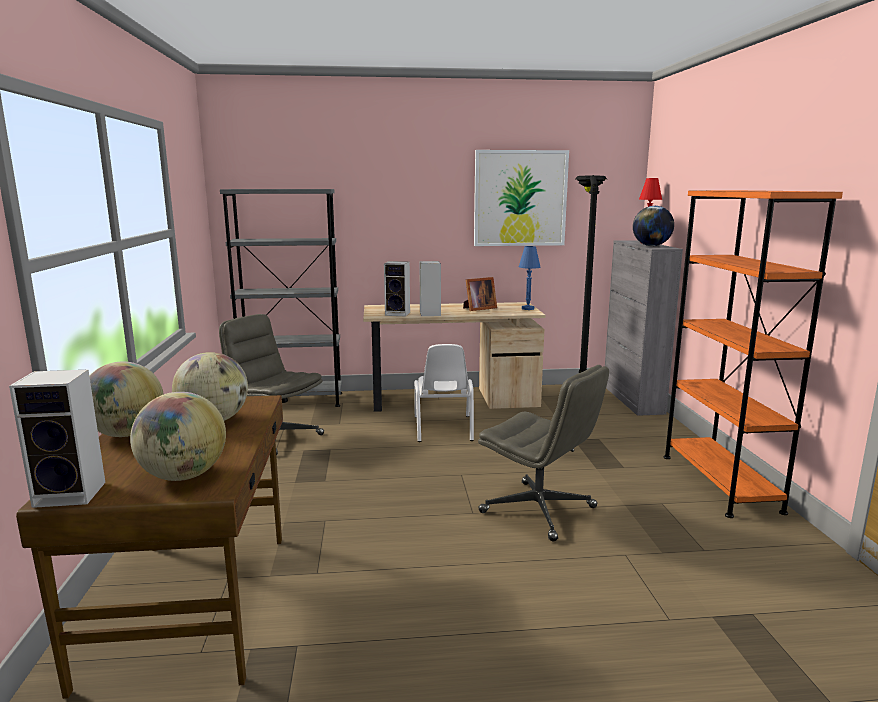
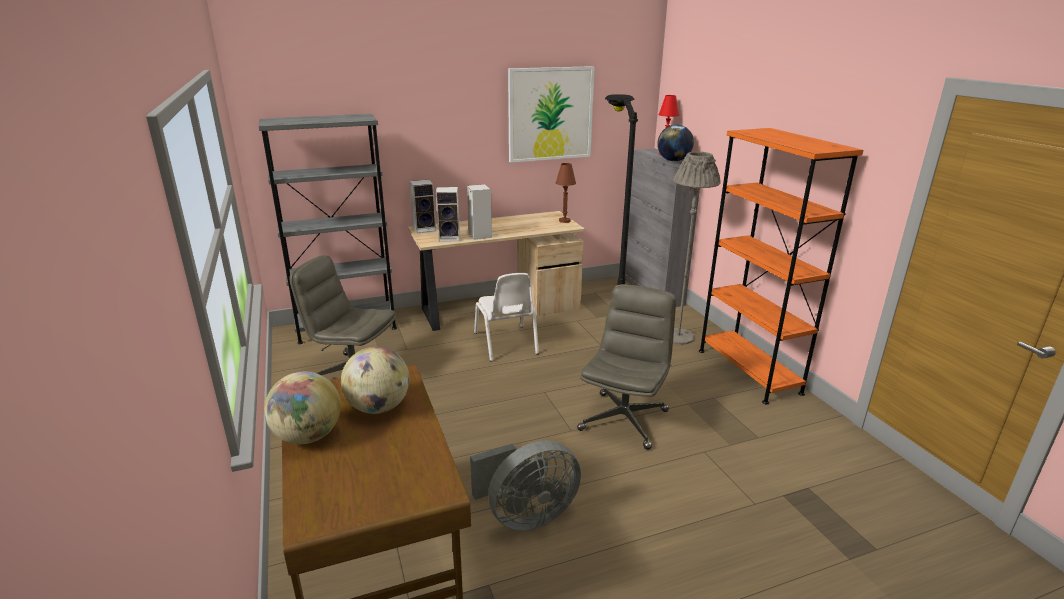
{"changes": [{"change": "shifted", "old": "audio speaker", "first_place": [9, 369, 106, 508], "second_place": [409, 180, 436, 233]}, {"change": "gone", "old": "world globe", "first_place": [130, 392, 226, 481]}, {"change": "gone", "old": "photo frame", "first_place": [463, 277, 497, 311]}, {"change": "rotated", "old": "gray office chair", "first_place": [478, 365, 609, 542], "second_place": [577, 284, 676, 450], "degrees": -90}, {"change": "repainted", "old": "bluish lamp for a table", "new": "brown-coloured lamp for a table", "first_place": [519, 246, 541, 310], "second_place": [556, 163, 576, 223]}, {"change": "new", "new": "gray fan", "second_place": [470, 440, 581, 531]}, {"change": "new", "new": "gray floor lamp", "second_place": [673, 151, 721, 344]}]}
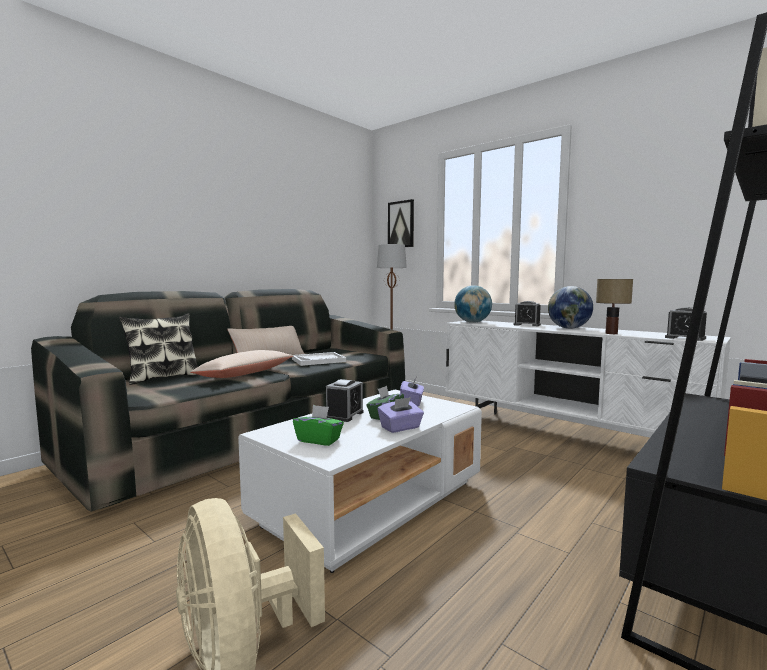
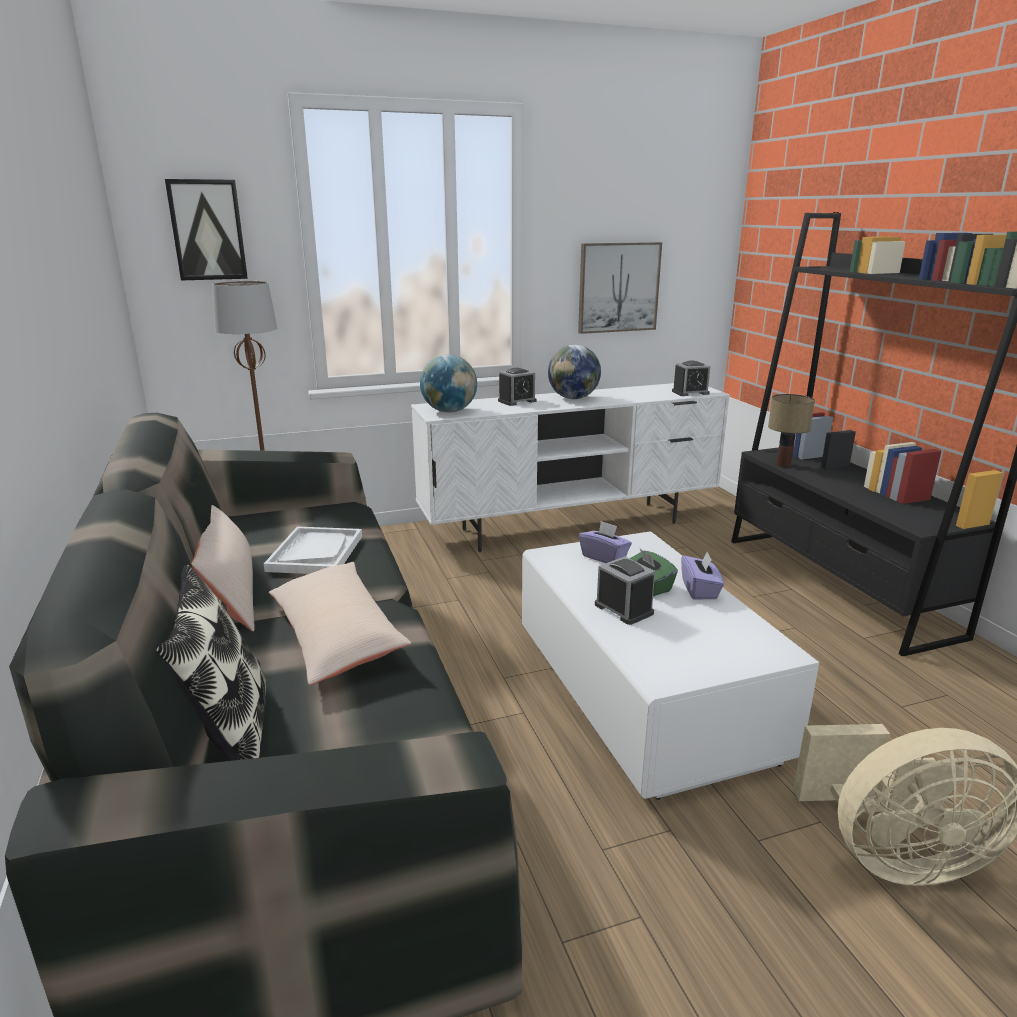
{"changes": [{"change": "gone", "old": "green box of tissues", "first_place": [293, 405, 344, 446]}, {"change": "shifted", "old": "lamp for a table", "first_place": [596, 279, 633, 334], "second_place": [768, 394, 815, 467]}, {"change": "new", "new": "wall picture", "second_place": [578, 242, 662, 334]}]}
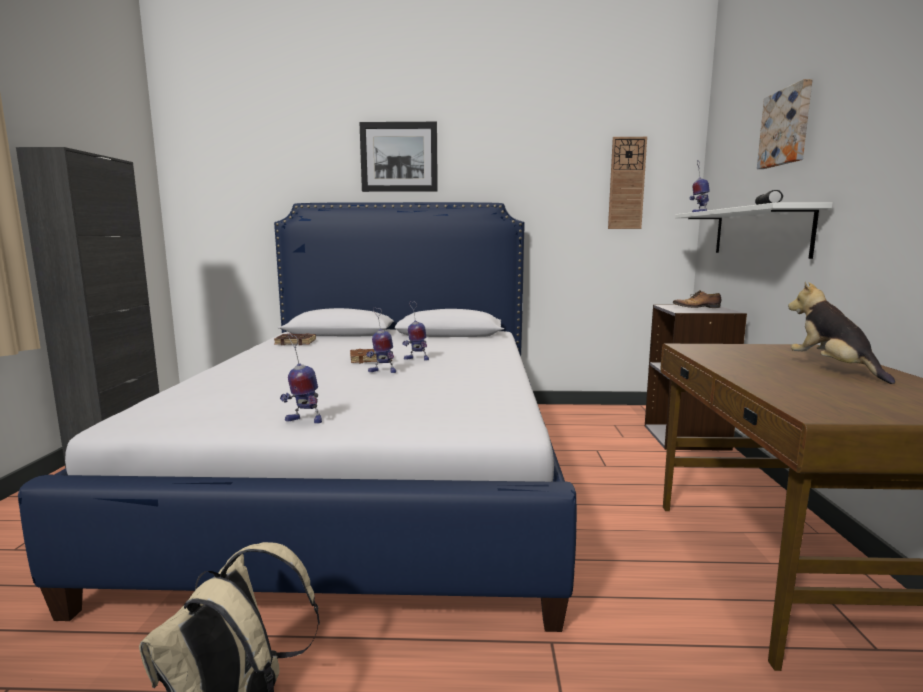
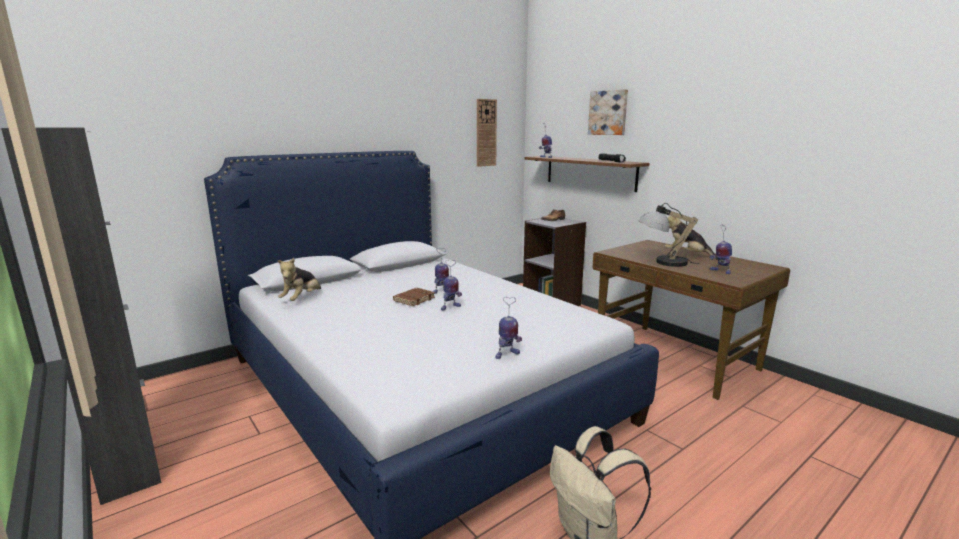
{"changes": [{"change": "swapped", "old": "brown-coloured bound book", "new": "plush toy", "first_place": [274, 333, 316, 345], "second_place": [278, 258, 321, 301]}, {"change": "gone", "old": "wall picture", "first_place": [359, 122, 438, 192]}, {"change": "repainted", "old": "white-coloured shelf", "new": "brown-coloured shelf", "first_place": [675, 203, 833, 259], "second_place": [524, 156, 650, 192]}, {"change": "new", "new": "lamp for a table", "second_place": [639, 203, 699, 267]}, {"change": "new", "new": "model robot", "second_place": [709, 224, 732, 274]}]}
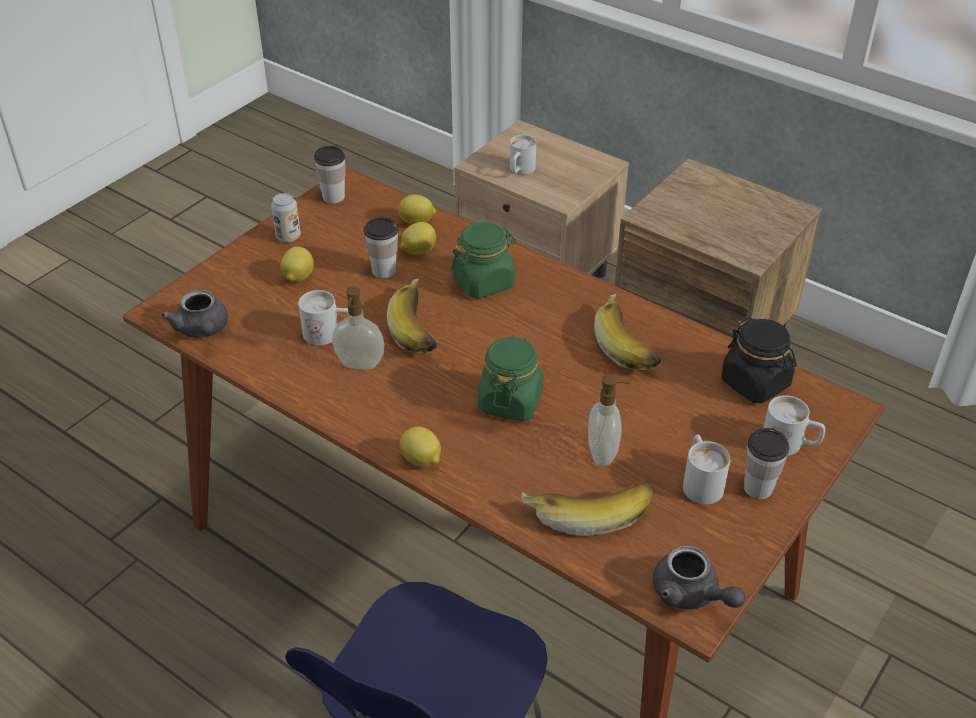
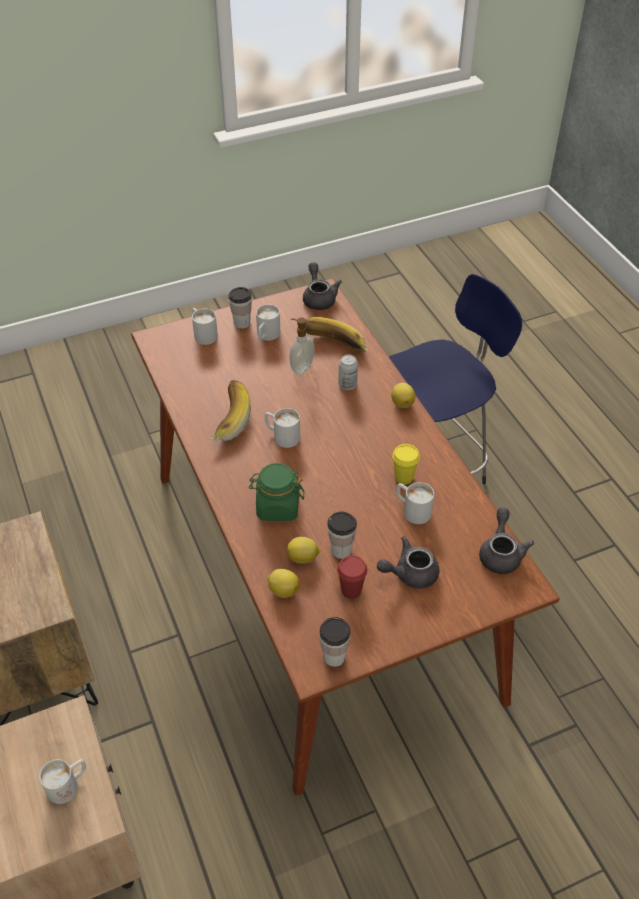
{"changes": [{"change": "shifted", "old": "sealed can", "first_place": [271, 193, 301, 242], "second_place": [338, 354, 358, 390]}, {"change": "swapped", "old": "whole lemon", "new": "gray pot for tea", "first_place": [280, 246, 314, 282], "second_place": [377, 536, 439, 589]}, {"change": "swapped", "old": "soap bottle", "new": "yellow-coloured cup", "first_place": [332, 286, 384, 370], "second_place": [392, 444, 420, 485]}, {"change": "gone", "old": "banana fruit", "first_place": [387, 279, 437, 354]}, {"change": "gone", "old": "green preserve jar", "first_place": [478, 335, 543, 421]}, {"change": "gone", "old": "black-coloured preserve jar", "first_place": [721, 317, 797, 404]}, {"change": "new", "new": "white-coloured coffee mug", "second_place": [265, 408, 300, 448]}, {"change": "new", "new": "red cup", "second_place": [337, 555, 367, 599]}]}
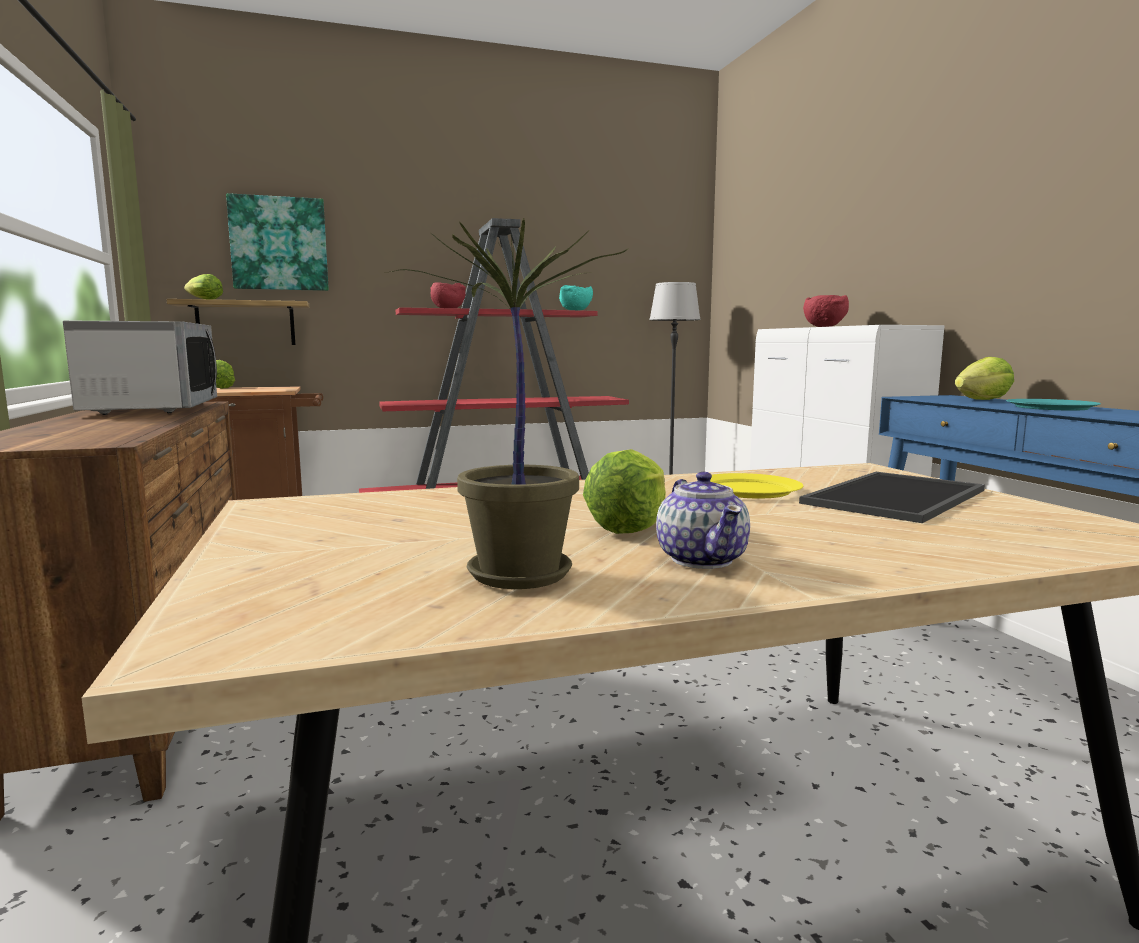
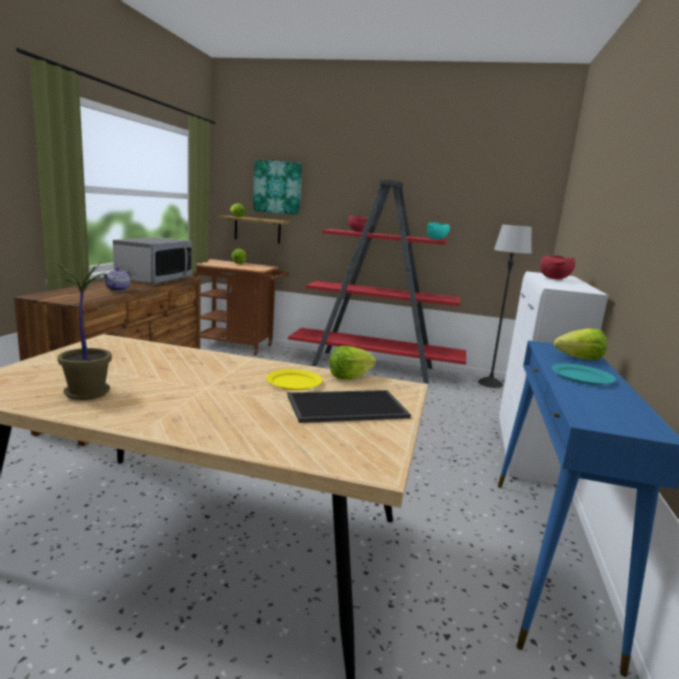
{"changes": [{"change": "shifted", "old": "lettuce", "first_place": [583, 449, 666, 534], "second_place": [329, 346, 376, 380]}, {"change": "shifted", "old": "pot for tea", "first_place": [656, 472, 750, 569], "second_place": [103, 267, 131, 291]}]}
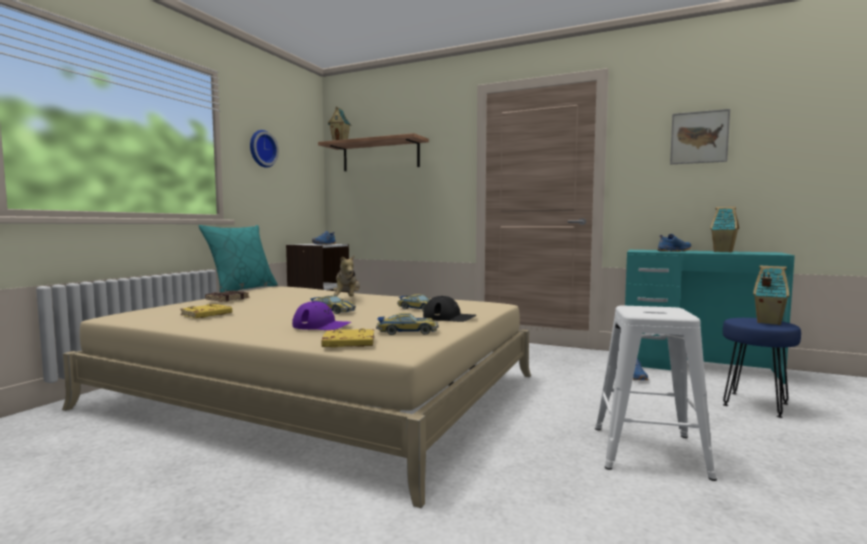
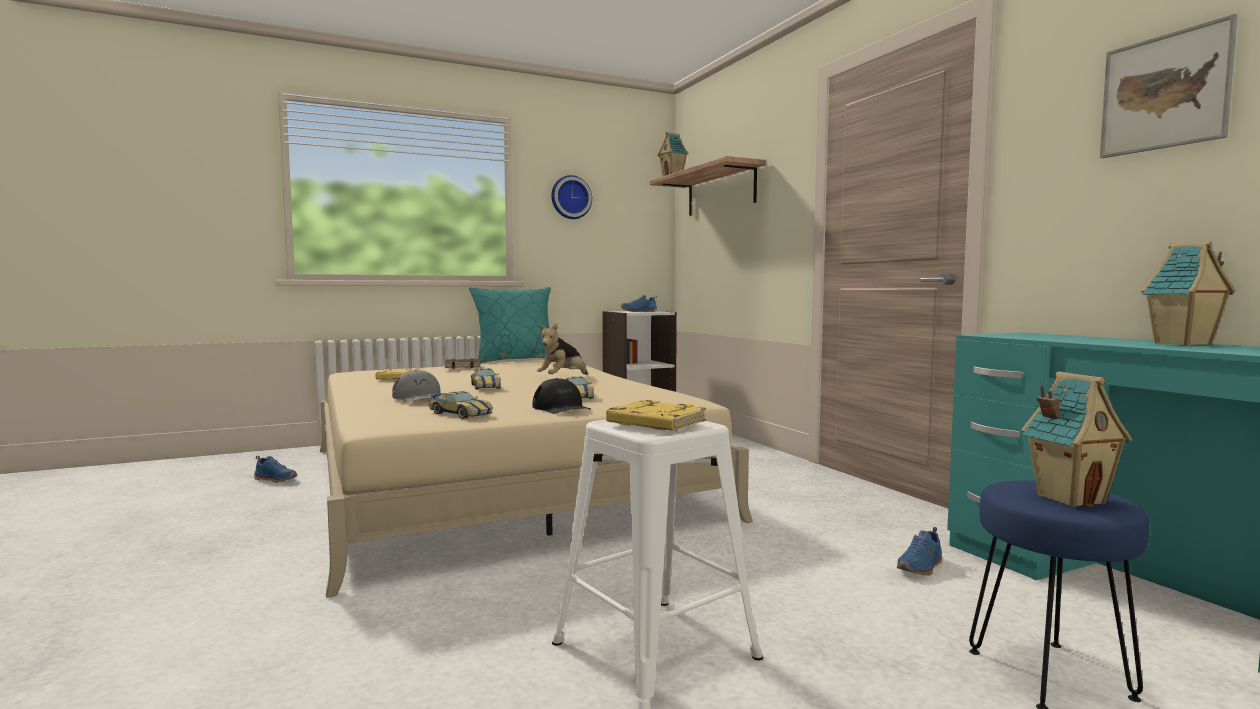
{"changes": [{"change": "repainted", "old": "purple-coloured peaked cap", "new": "gray peaked cap", "first_place": [292, 301, 351, 330], "second_place": [392, 370, 441, 402]}, {"change": "shifted", "old": "yellow-coloured bound book", "first_place": [321, 328, 374, 347], "second_place": [606, 400, 706, 431]}, {"change": "shifted", "old": "bluish item of footwear", "first_place": [657, 234, 691, 251], "second_place": [253, 456, 297, 483]}]}
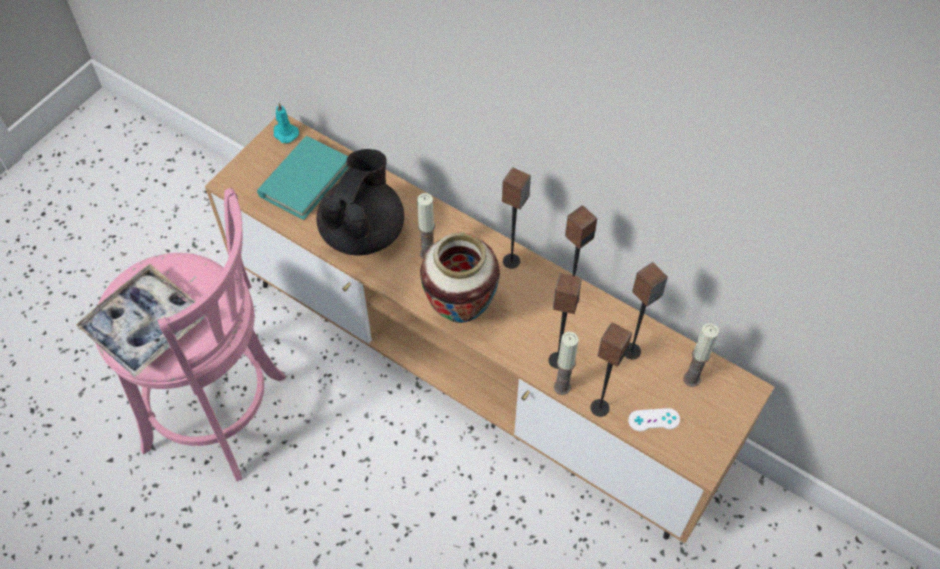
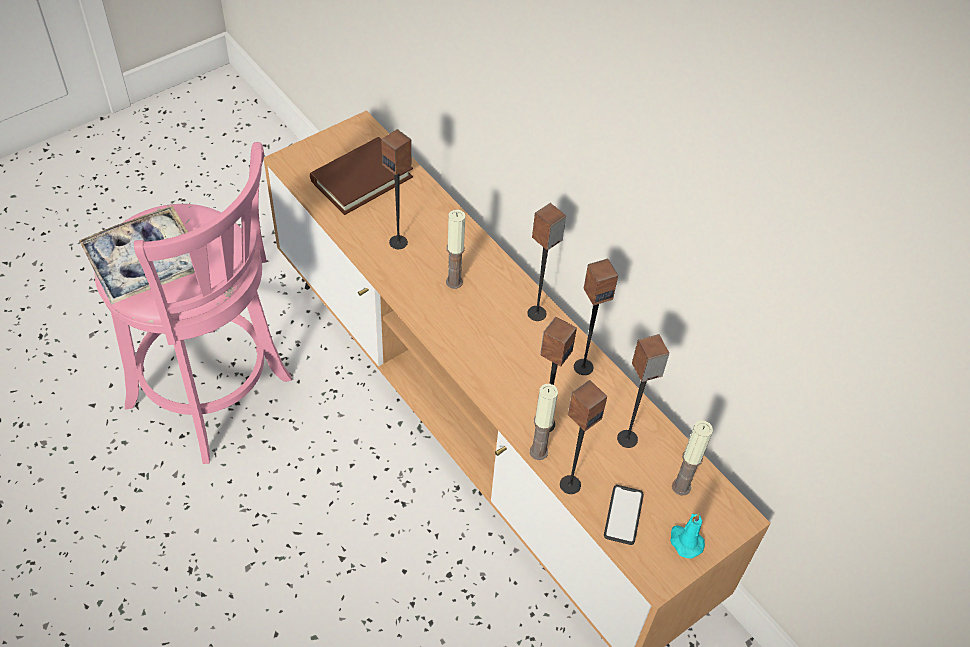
{"changes": [{"change": "repainted", "old": "blue-green bound book", "new": "brown-coloured bound book", "first_place": [257, 136, 348, 220], "second_place": [310, 137, 413, 215]}, {"change": "shifted", "old": "blue-green wax light", "first_place": [273, 103, 299, 143], "second_place": [670, 513, 705, 558]}, {"change": "swapped", "old": "black-coloured pot for tea", "new": "audio speaker", "first_place": [316, 149, 404, 255], "second_place": [381, 129, 412, 249]}, {"change": "gone", "old": "decorative vase", "first_place": [420, 232, 500, 323]}, {"change": "swapped", "old": "white-coloured gamepad", "new": "handset", "first_place": [628, 408, 680, 431], "second_place": [604, 485, 644, 545]}]}
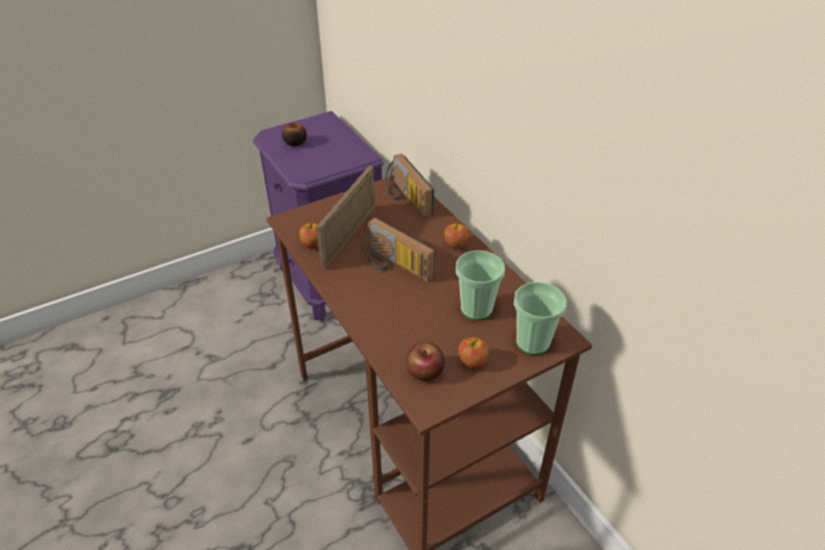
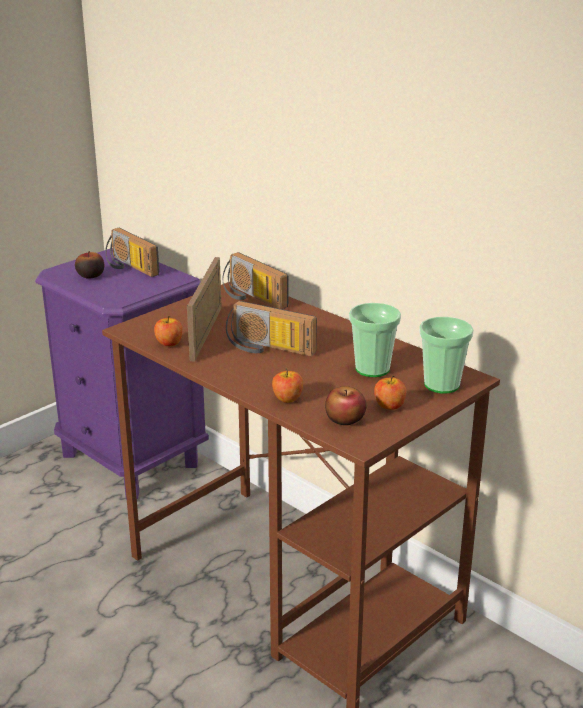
{"changes": [{"change": "shifted", "old": "apple fruit", "first_place": [444, 222, 469, 249], "second_place": [272, 367, 303, 403]}, {"change": "new", "new": "radio", "second_place": [105, 228, 159, 277]}]}
